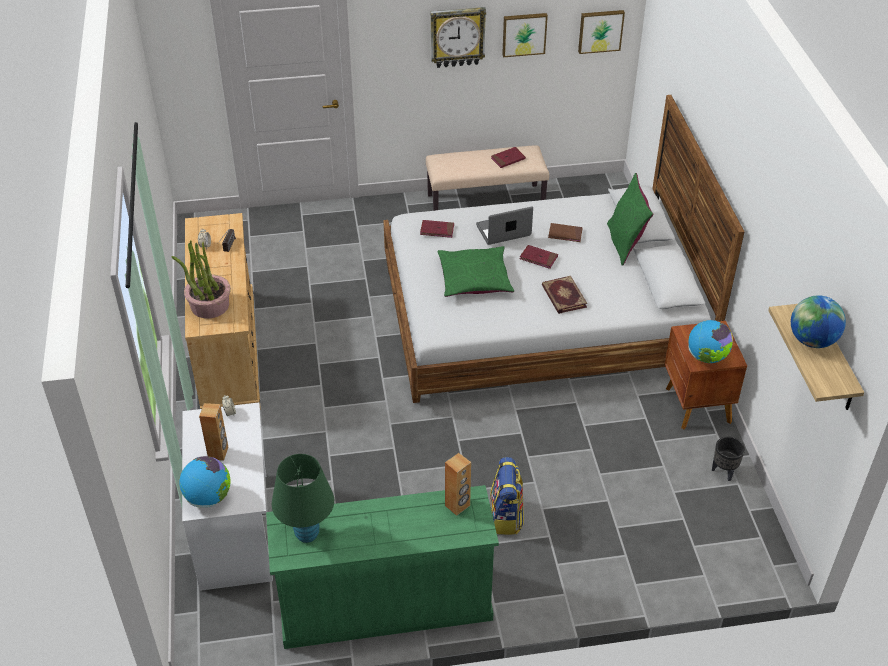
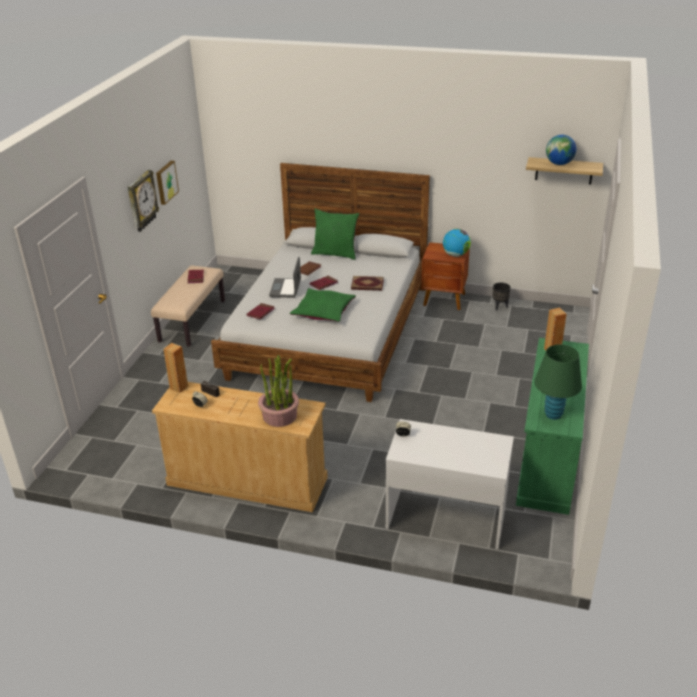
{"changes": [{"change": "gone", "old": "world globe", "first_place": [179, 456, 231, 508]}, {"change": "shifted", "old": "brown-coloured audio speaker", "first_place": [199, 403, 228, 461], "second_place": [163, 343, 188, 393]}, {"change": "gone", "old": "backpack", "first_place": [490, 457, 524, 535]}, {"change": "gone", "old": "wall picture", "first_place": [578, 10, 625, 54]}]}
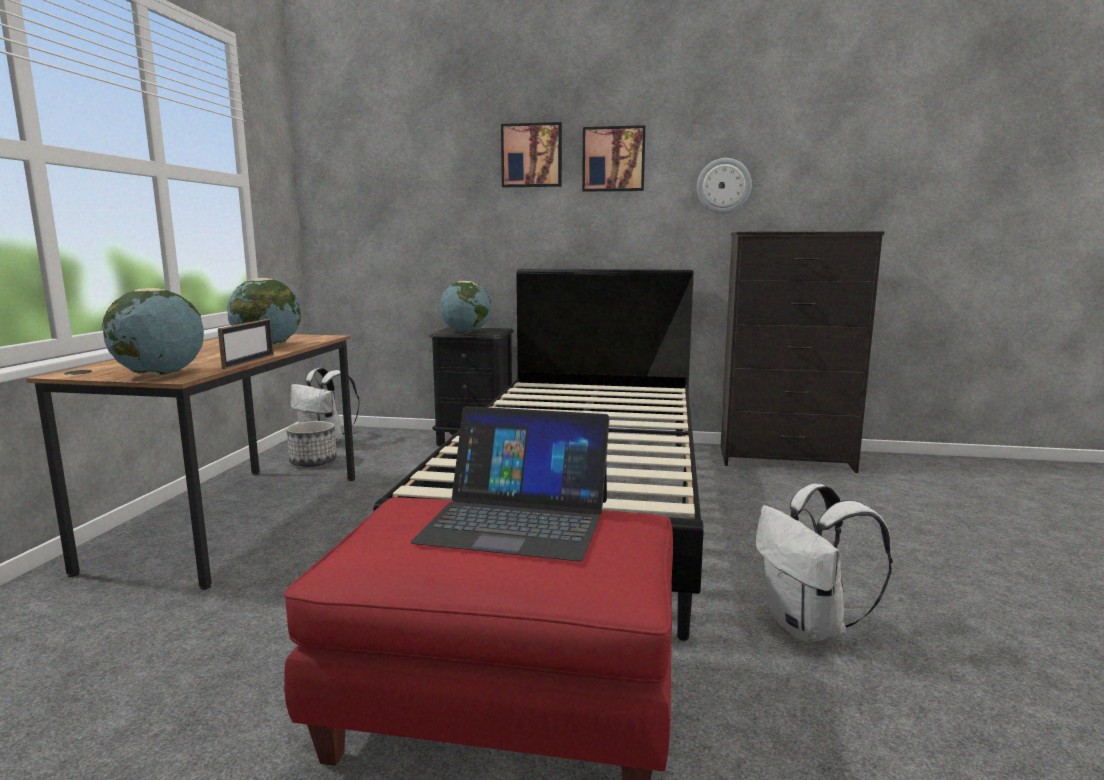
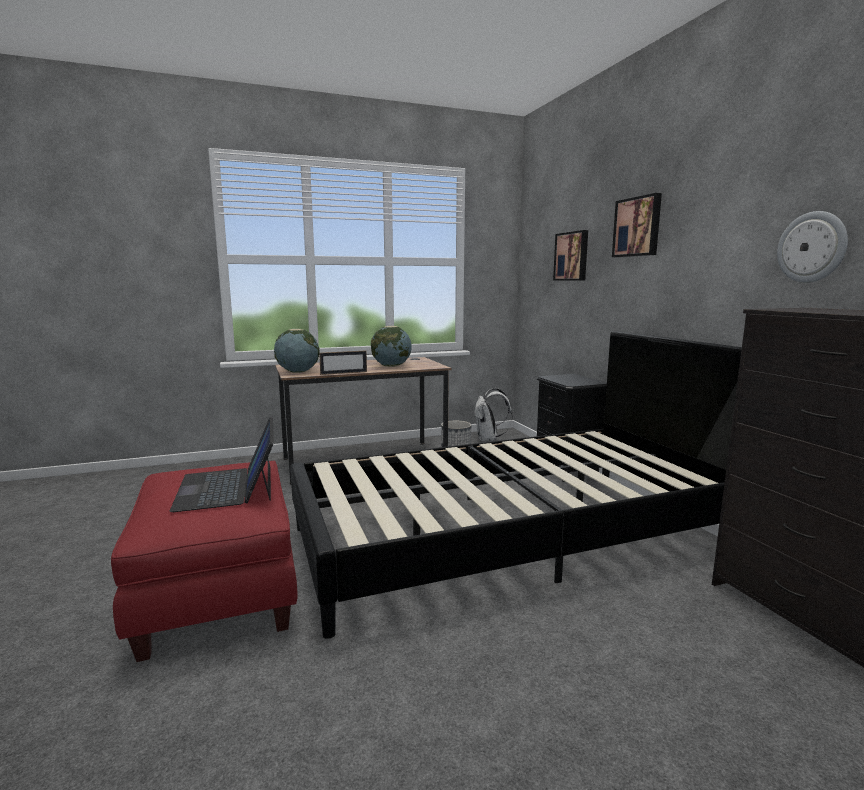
{"changes": [{"change": "gone", "old": "world globe", "first_place": [440, 281, 491, 333]}, {"change": "shifted", "old": "wall picture", "first_place": [582, 125, 646, 192], "second_place": [553, 230, 588, 281]}, {"change": "gone", "old": "white-coloured backpack", "first_place": [756, 484, 893, 643]}]}
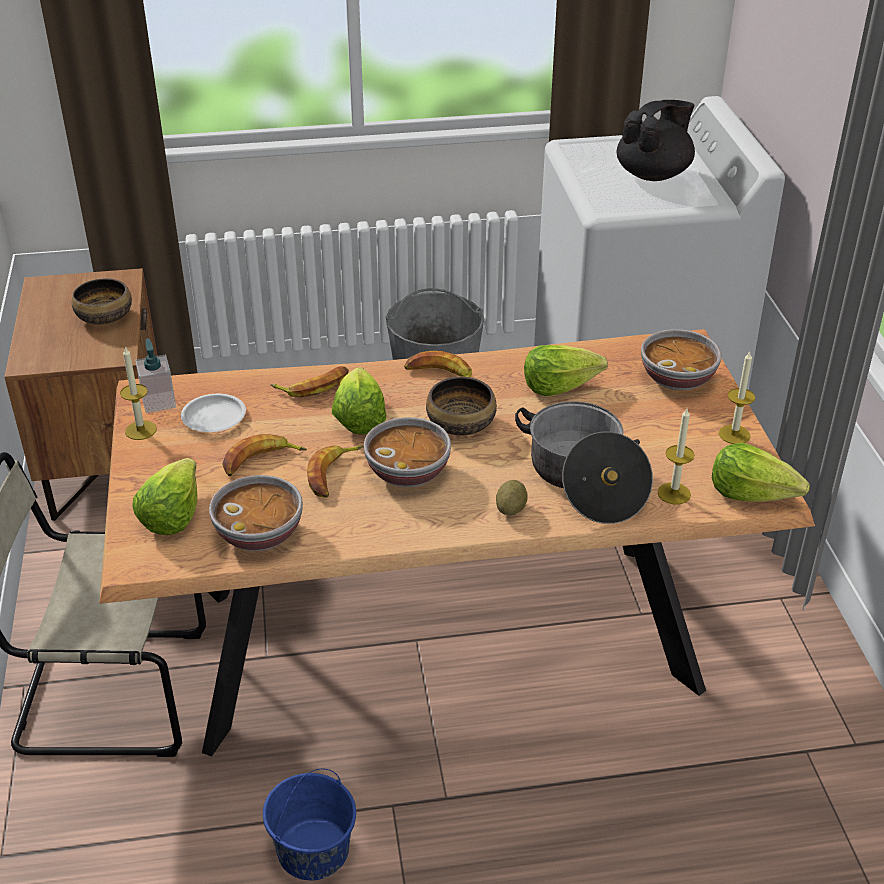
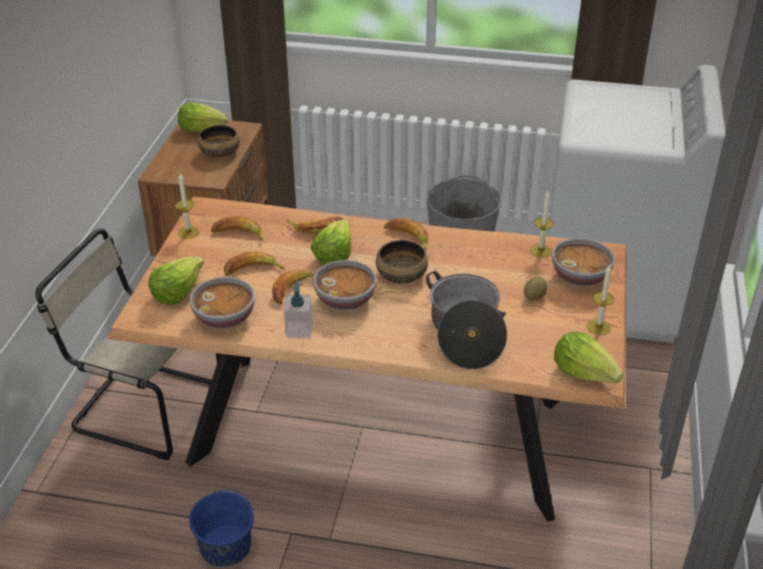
{"changes": [{"change": "shifted", "old": "soap bottle", "first_place": [135, 338, 176, 413], "second_place": [284, 280, 313, 339]}, {"change": "swapped", "old": "white-coloured dinner plate", "new": "banana fruit", "first_place": [181, 394, 246, 432], "second_place": [211, 216, 264, 241]}, {"change": "shifted", "old": "spud", "first_place": [496, 480, 528, 515], "second_place": [524, 277, 548, 300]}, {"change": "shifted", "old": "lettuce", "first_place": [524, 345, 608, 396], "second_place": [178, 102, 228, 132]}, {"change": "gone", "old": "black-coloured pot for tea", "first_place": [617, 100, 695, 181]}, {"change": "shifted", "old": "wax light", "first_place": [657, 408, 695, 504], "second_place": [530, 191, 554, 258]}]}
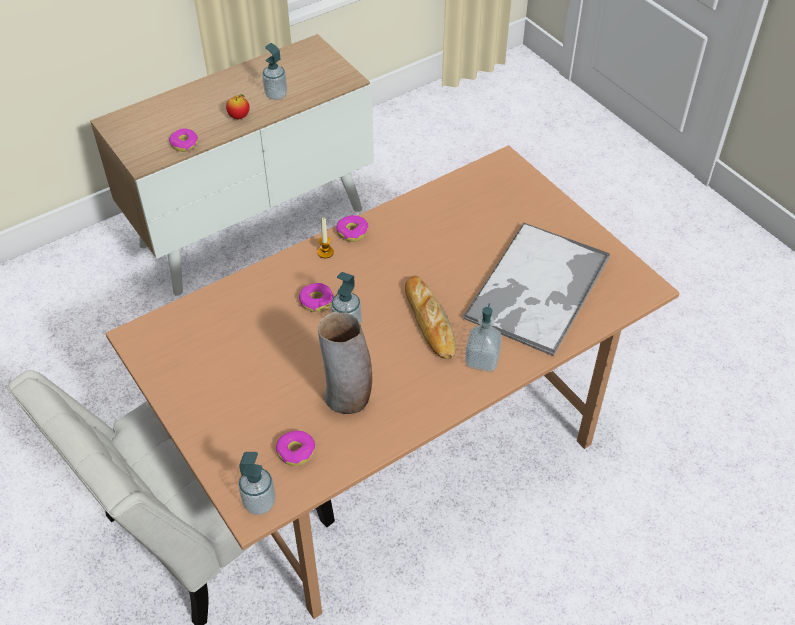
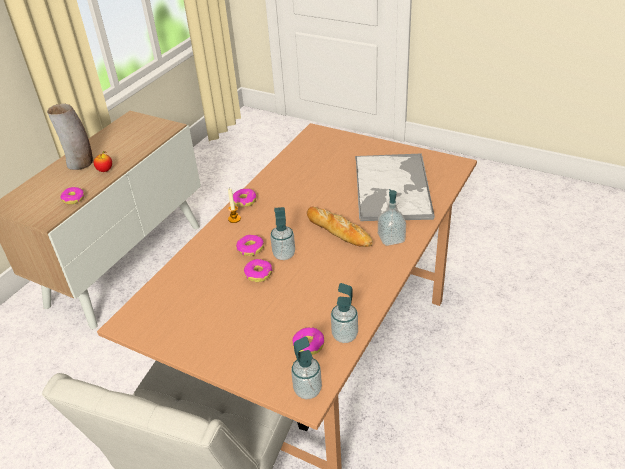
{"changes": [{"change": "shifted", "old": "soap bottle", "first_place": [262, 43, 287, 100], "second_place": [331, 283, 358, 343]}, {"change": "shifted", "old": "decorative vase", "first_place": [318, 312, 372, 414], "second_place": [47, 104, 93, 170]}, {"change": "new", "new": "donut", "second_place": [244, 259, 272, 282]}]}
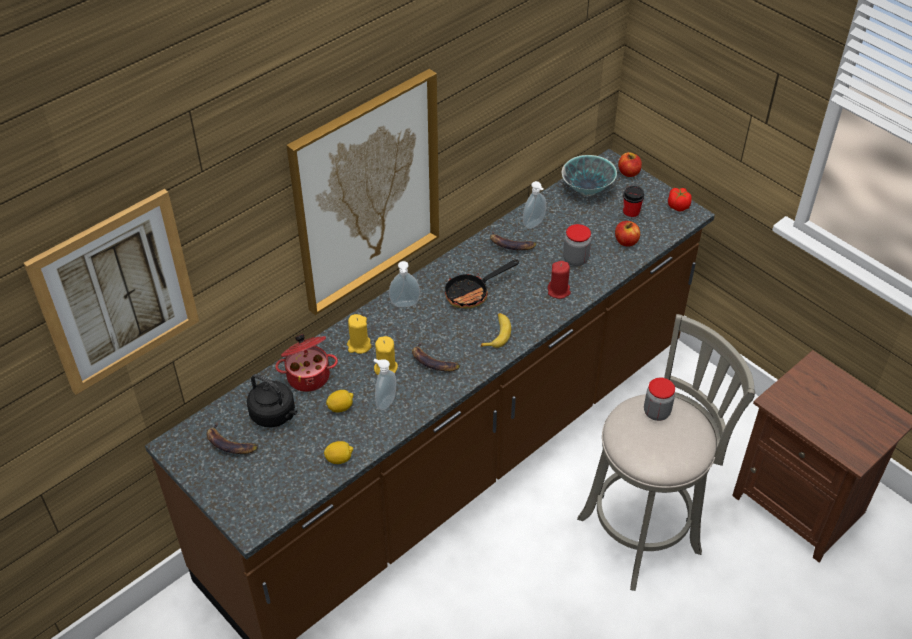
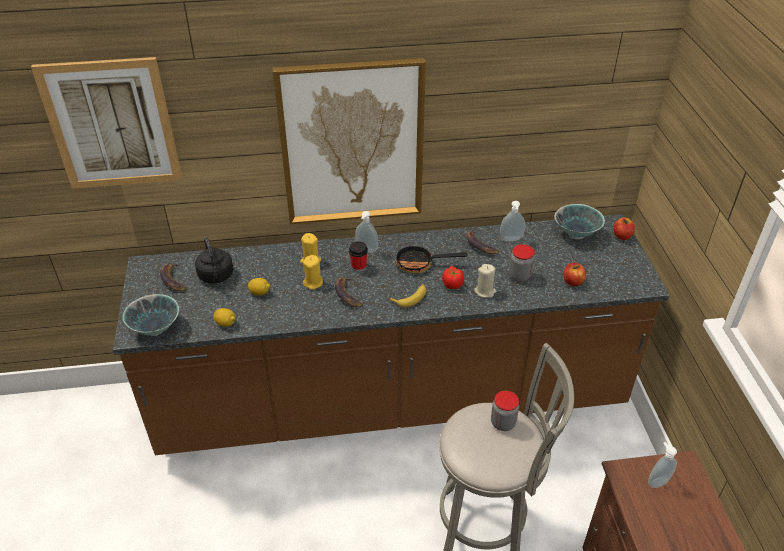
{"changes": [{"change": "gone", "old": "cooking pot", "first_place": [275, 334, 338, 392]}, {"change": "shifted", "old": "soap bottle", "first_place": [374, 359, 396, 410], "second_place": [648, 442, 677, 488]}, {"change": "repainted", "old": "red wax light", "new": "sand-coloured wax light", "first_place": [548, 261, 571, 299], "second_place": [474, 264, 496, 298]}, {"change": "shifted", "old": "cup", "first_place": [623, 186, 644, 219], "second_place": [349, 241, 368, 272]}, {"change": "shifted", "old": "tomato", "first_place": [668, 188, 692, 211], "second_place": [442, 266, 464, 289]}, {"change": "new", "new": "deep dish", "second_place": [123, 294, 179, 336]}]}
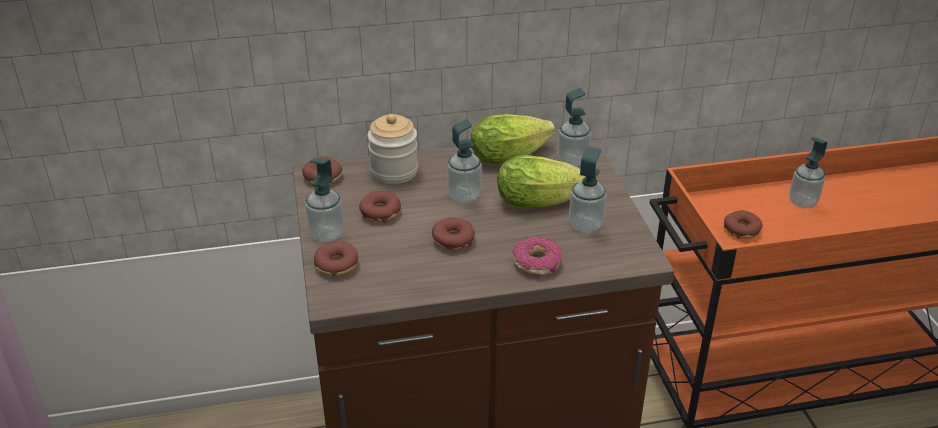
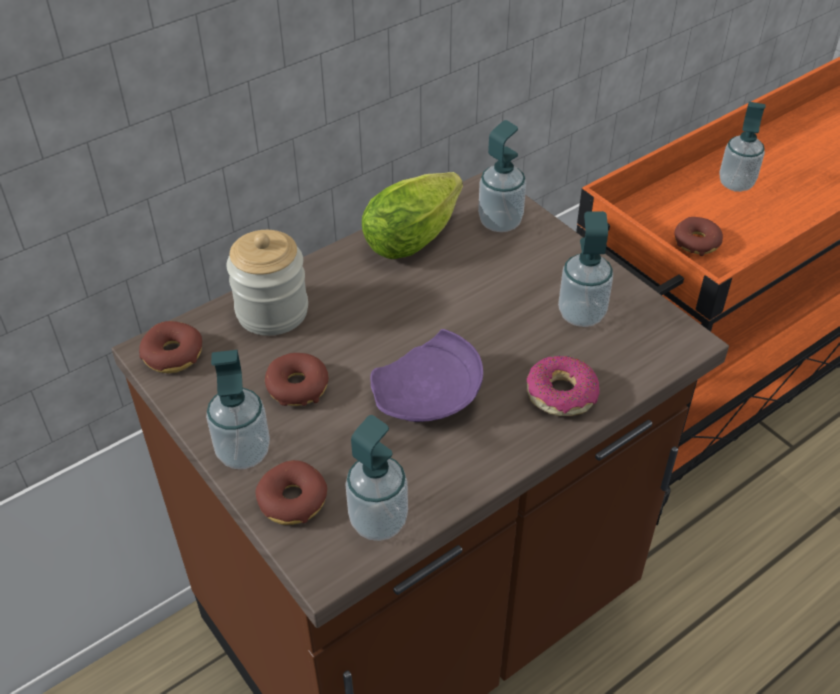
{"changes": [{"change": "swapped", "old": "donut", "new": "purple-coloured dinner plate", "first_place": [432, 218, 475, 250], "second_place": [370, 329, 483, 422]}, {"change": "shifted", "old": "soap bottle", "first_place": [447, 119, 482, 203], "second_place": [345, 415, 408, 541]}, {"change": "gone", "old": "lettuce", "first_place": [498, 155, 585, 208]}]}
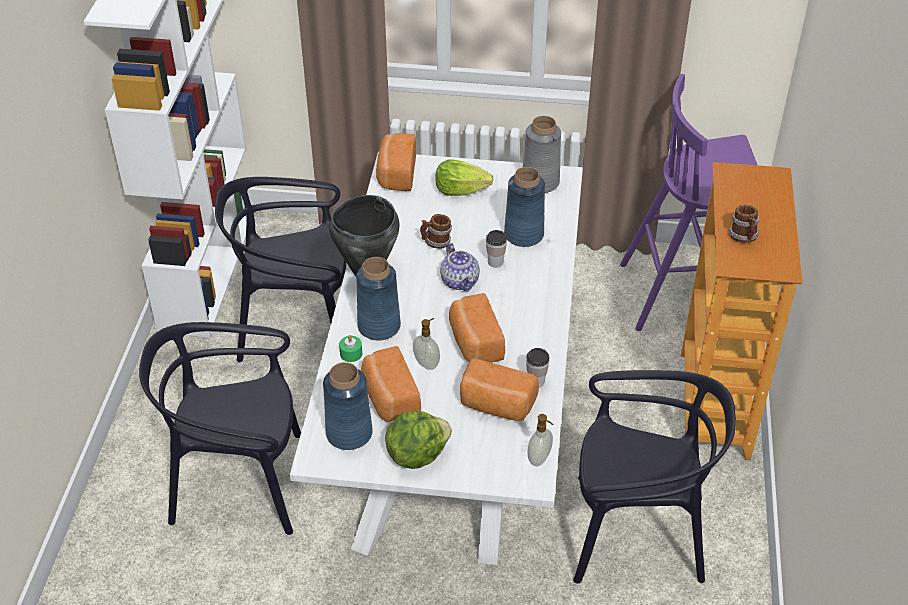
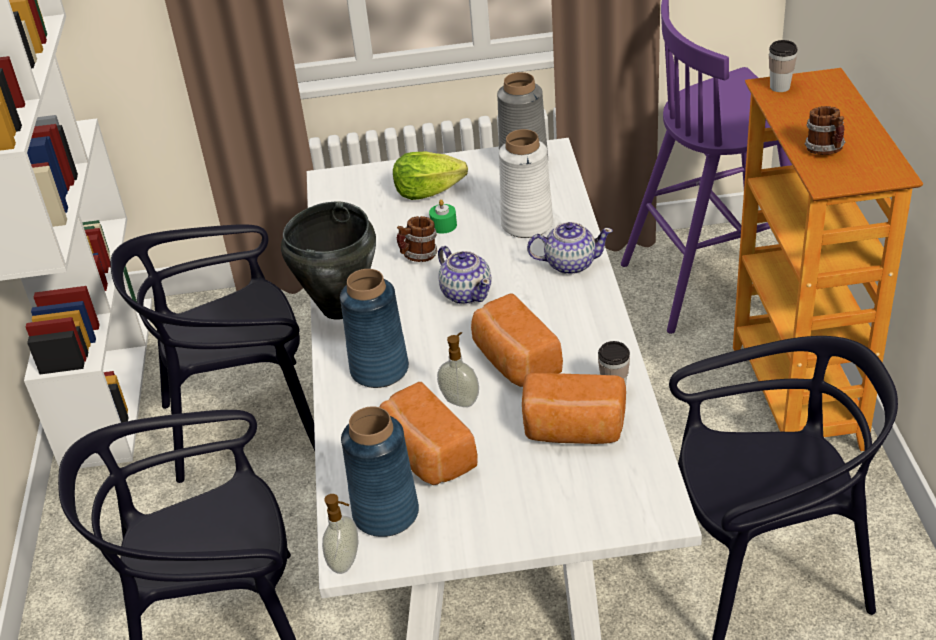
{"changes": [{"change": "shifted", "old": "green wax light", "first_place": [339, 335, 362, 362], "second_place": [429, 199, 457, 234]}, {"change": "gone", "old": "baked bread", "first_place": [376, 133, 416, 191]}, {"change": "gone", "old": "lettuce", "first_place": [385, 411, 452, 469]}, {"change": "shifted", "old": "cup", "first_place": [486, 230, 507, 268], "second_place": [769, 40, 798, 92]}, {"change": "repainted", "old": "bluish decorative vase", "new": "white-coloured decorative vase", "first_place": [504, 167, 545, 247], "second_place": [499, 129, 553, 238]}, {"change": "shifted", "old": "soap bottle", "first_place": [527, 414, 553, 466], "second_place": [322, 494, 358, 574]}, {"change": "new", "new": "pot for tea", "second_place": [527, 222, 613, 274]}]}
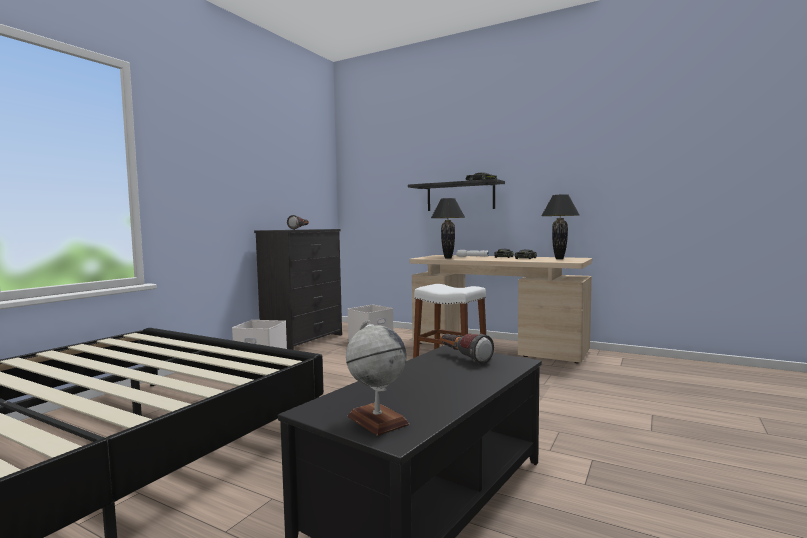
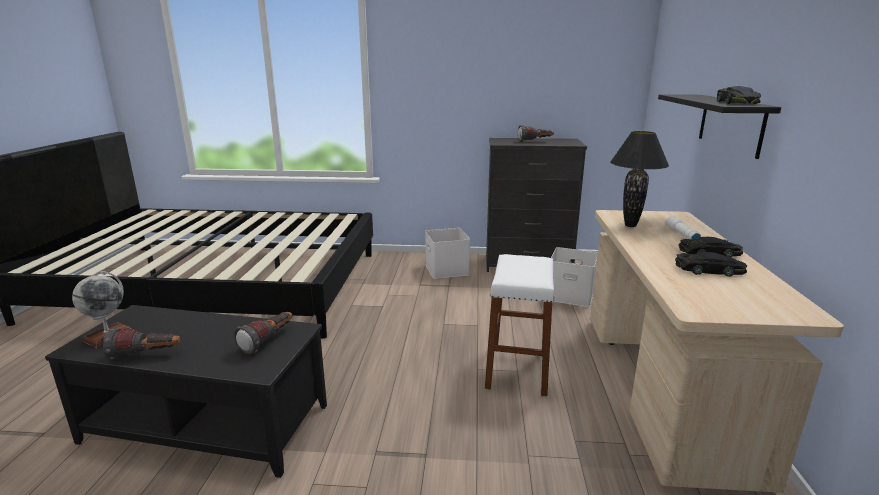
{"changes": [{"change": "gone", "old": "black-coloured lamp for a table", "first_place": [541, 194, 579, 259]}, {"change": "new", "new": "flashlight", "second_place": [103, 328, 180, 359]}]}
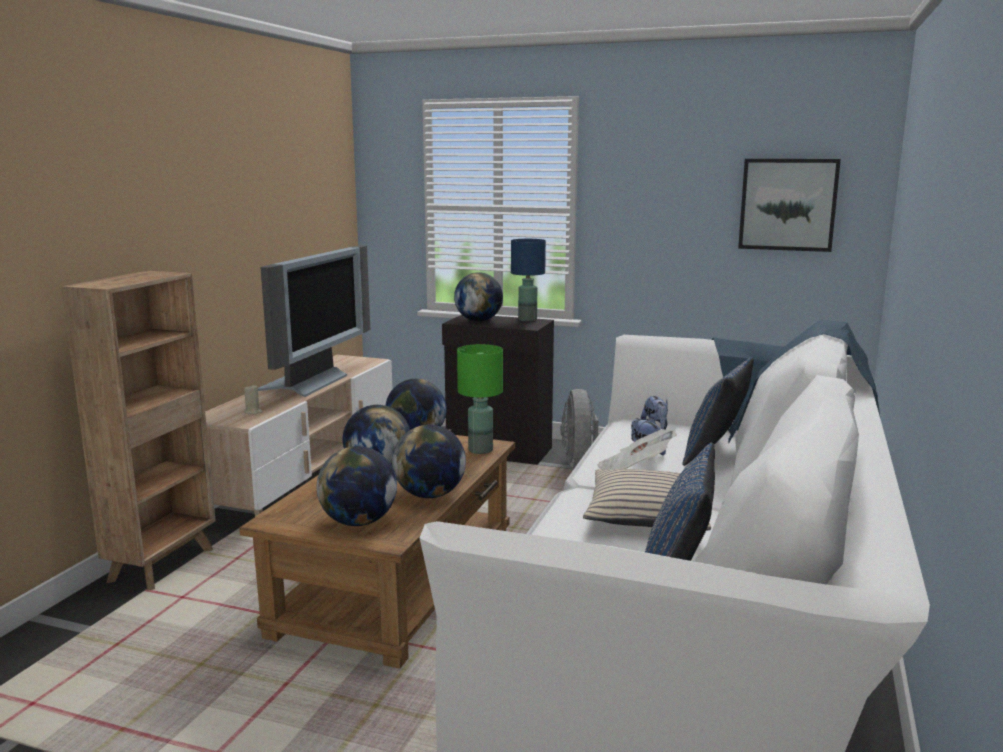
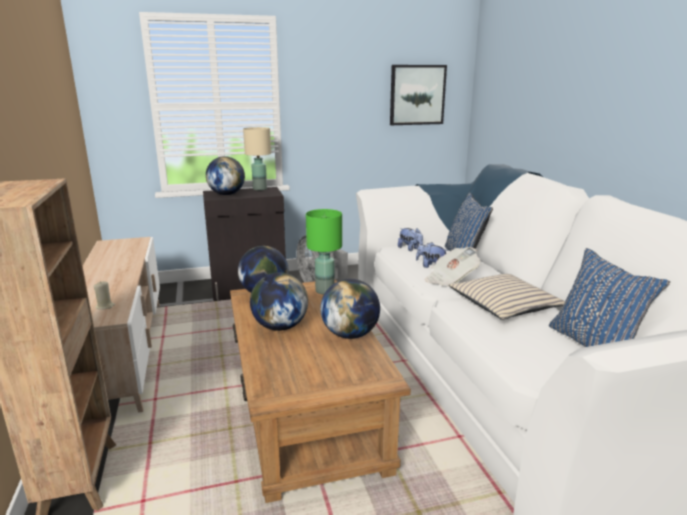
{"changes": [{"change": "gone", "old": "TV set", "first_place": [258, 245, 370, 397]}, {"change": "gone", "old": "world globe", "first_place": [317, 446, 397, 526]}, {"change": "repainted", "old": "bluish lamp for a table", "new": "sand-coloured lamp for a table", "first_place": [511, 239, 546, 321], "second_place": [243, 127, 271, 191]}]}
